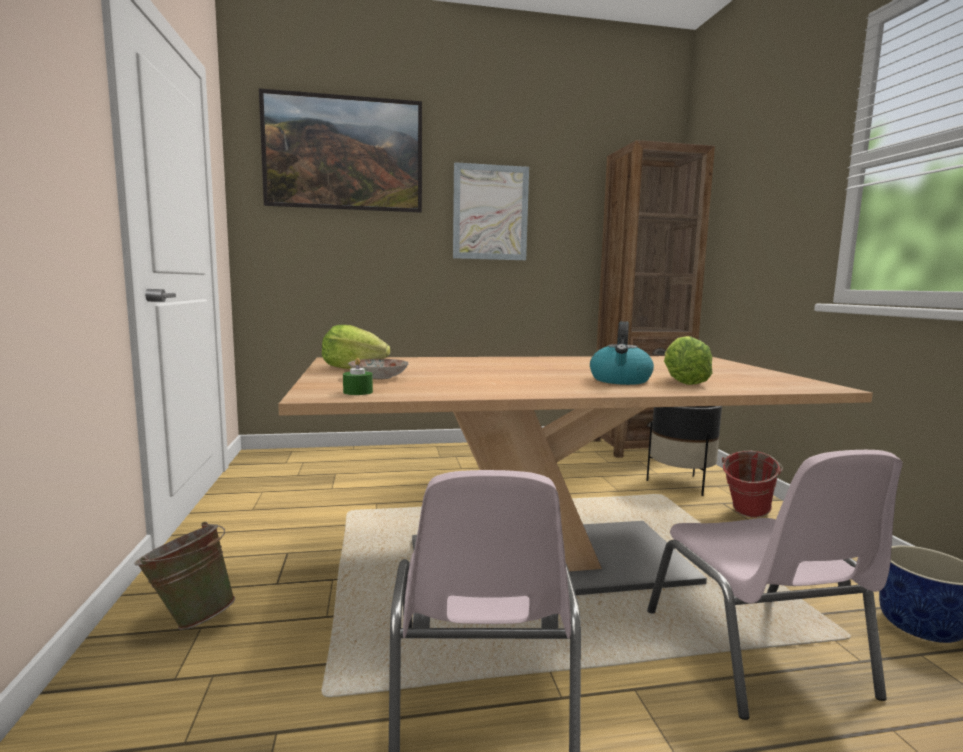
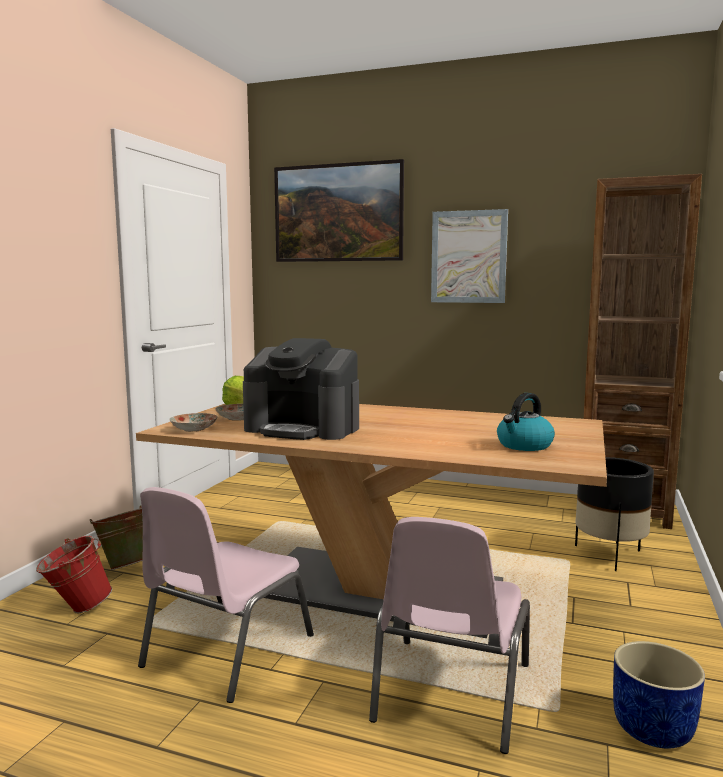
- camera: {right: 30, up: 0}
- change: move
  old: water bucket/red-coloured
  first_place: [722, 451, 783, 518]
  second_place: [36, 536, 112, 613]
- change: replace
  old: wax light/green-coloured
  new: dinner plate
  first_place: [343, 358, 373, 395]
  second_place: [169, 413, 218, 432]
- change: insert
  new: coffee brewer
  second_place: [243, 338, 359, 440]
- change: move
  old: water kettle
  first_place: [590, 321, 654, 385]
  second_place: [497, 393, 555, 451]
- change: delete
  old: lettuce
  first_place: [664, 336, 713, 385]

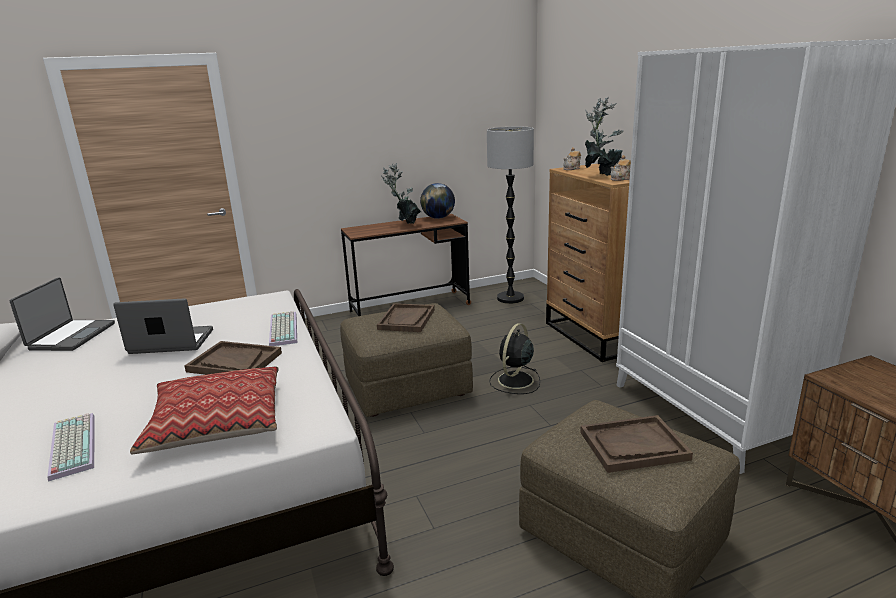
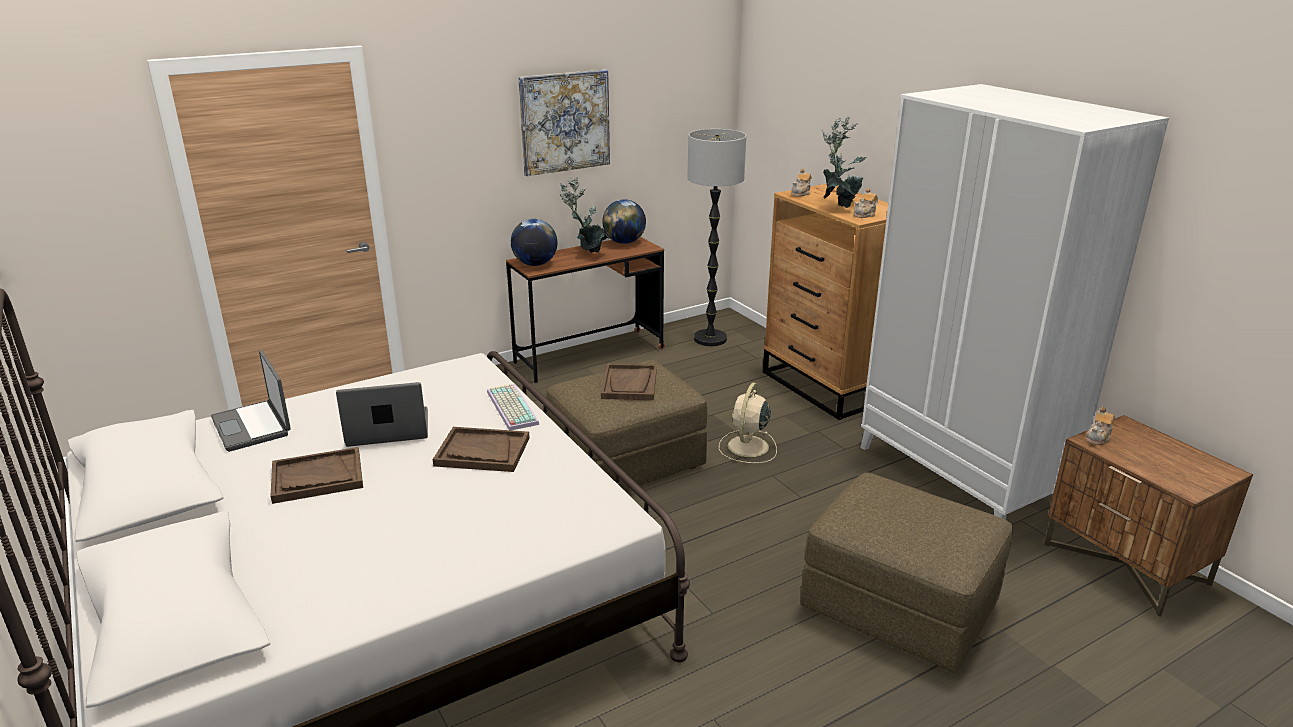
- camera: {right: -10, up: 5}
- change: rotate
  old: portable computer
  first_place: [10, 277, 115, 351]
  second_place: [211, 350, 291, 452]
  degrees: 150
- change: move
  old: tray/brown-coloured
  first_place: [580, 415, 693, 473]
  second_place: [270, 447, 363, 504]
- change: insert
  new: desk globe
  second_place: [511, 219, 557, 266]
- change: insert
  new: wall art
  second_place: [518, 69, 610, 176]
- change: recolor
  old: fan/blackish
  new: fan/beige-coloured
  first_place: [489, 323, 540, 394]
  second_place: [719, 382, 777, 463]
- change: insert
  new: teapot
  second_place: [1086, 407, 1115, 445]
- change: delete
  old: PC keyboard
  first_place: [47, 413, 95, 482]
- change: delete
  old: throw pillow
  first_place: [130, 367, 279, 454]

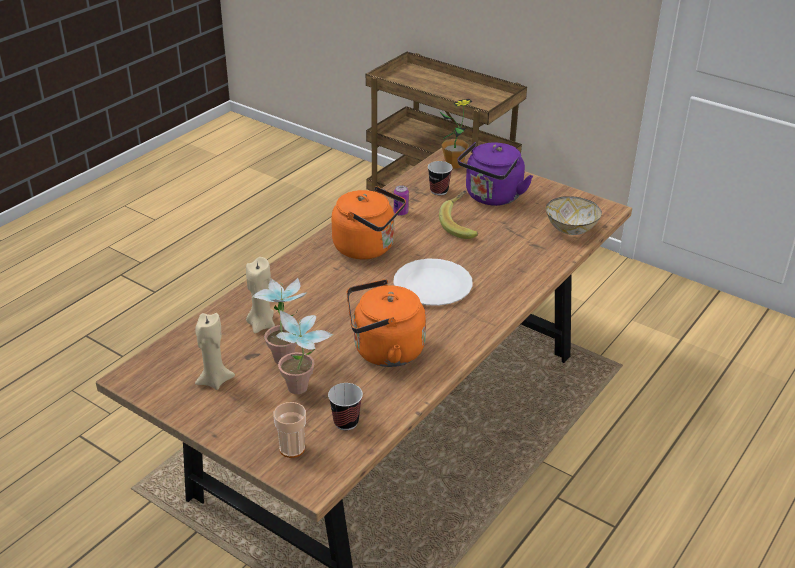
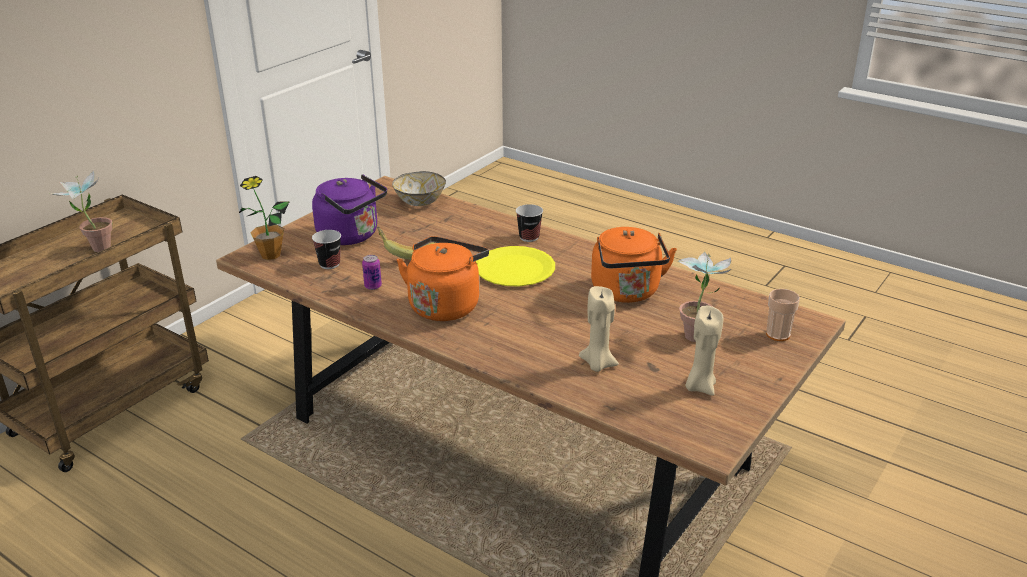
- camera: {right: -90, up: -5}
- change: move
  old: plant in a pot
  first_place: [252, 278, 307, 364]
  second_place: [50, 171, 113, 252]
- change: recolor
  old: dinner plate/white
  new: dinner plate/yellow
  first_place: [393, 259, 472, 306]
  second_place: [476, 246, 555, 286]
- change: move
  old: cup
  first_place: [328, 383, 363, 430]
  second_place: [516, 204, 543, 242]

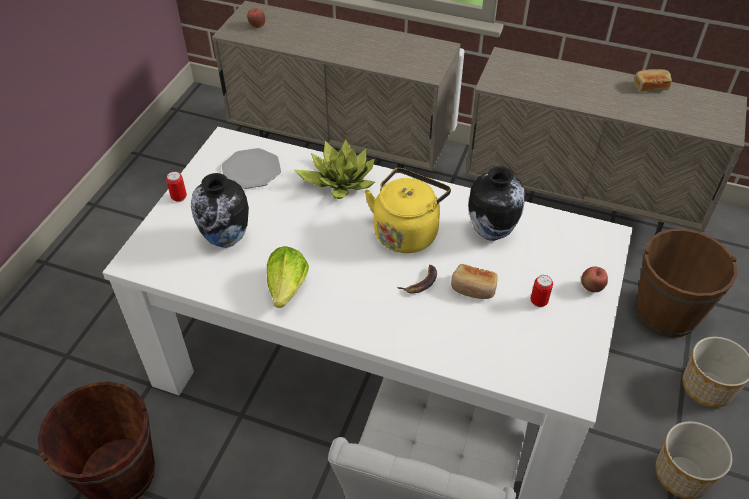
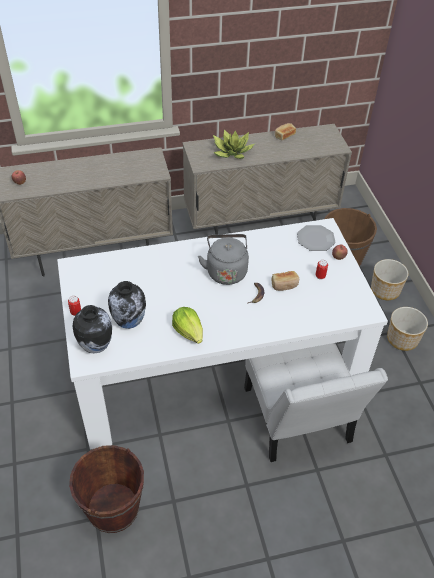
- camera: {right: -35, up: 0}
- change: move
  old: flower vase
  first_place: [468, 166, 525, 241]
  second_place: [73, 305, 112, 353]
- change: recolor
  old: water kettle/yellow
  new: water kettle/greyish
  first_place: [365, 168, 451, 253]
  second_place: [198, 234, 249, 285]
- change: move
  old: plant in a pot
  first_place: [294, 139, 375, 199]
  second_place: [213, 129, 255, 159]
- change: move
  old: dinner plate
  first_place: [222, 148, 281, 189]
  second_place: [297, 225, 336, 251]

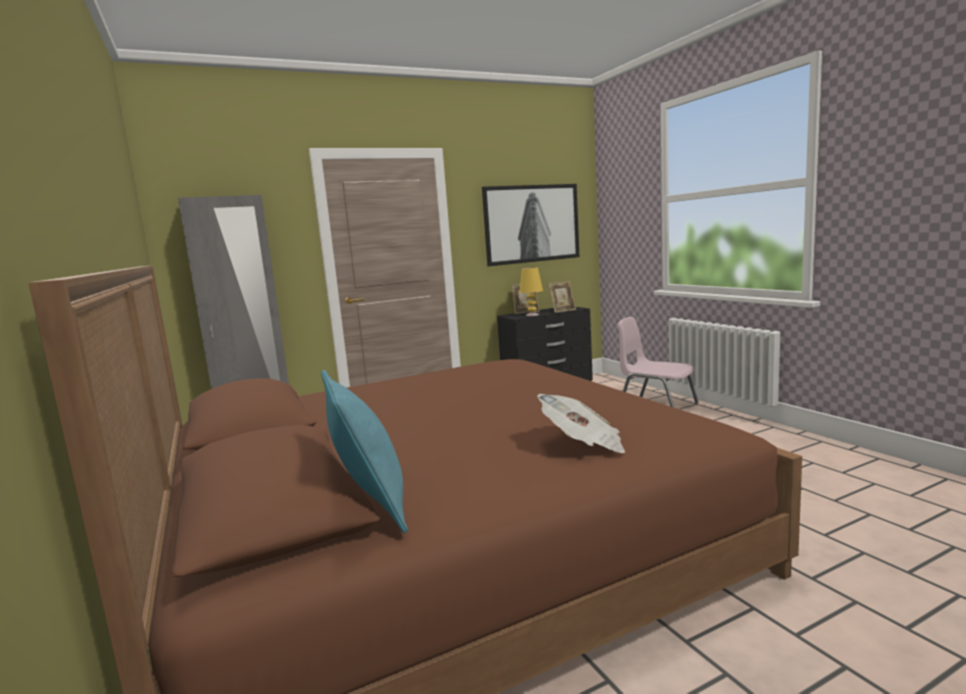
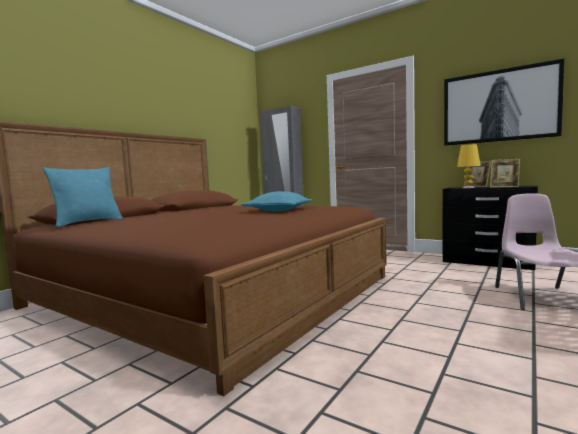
- camera: {right: 60, up: -5}
- change: insert
  new: throw pillow/turquoise-coloured
  second_place: [241, 191, 313, 212]
- change: delete
  old: daily paper
  first_place: [537, 394, 625, 453]

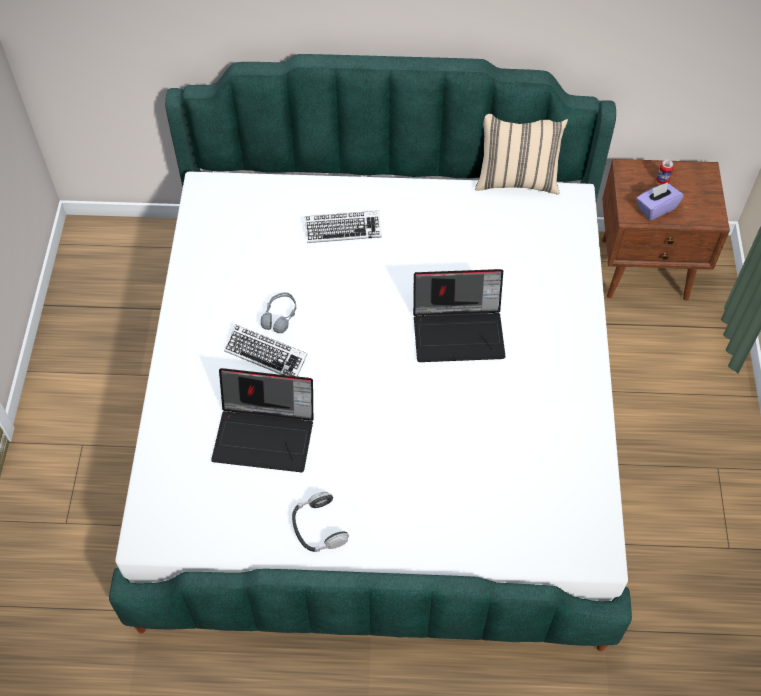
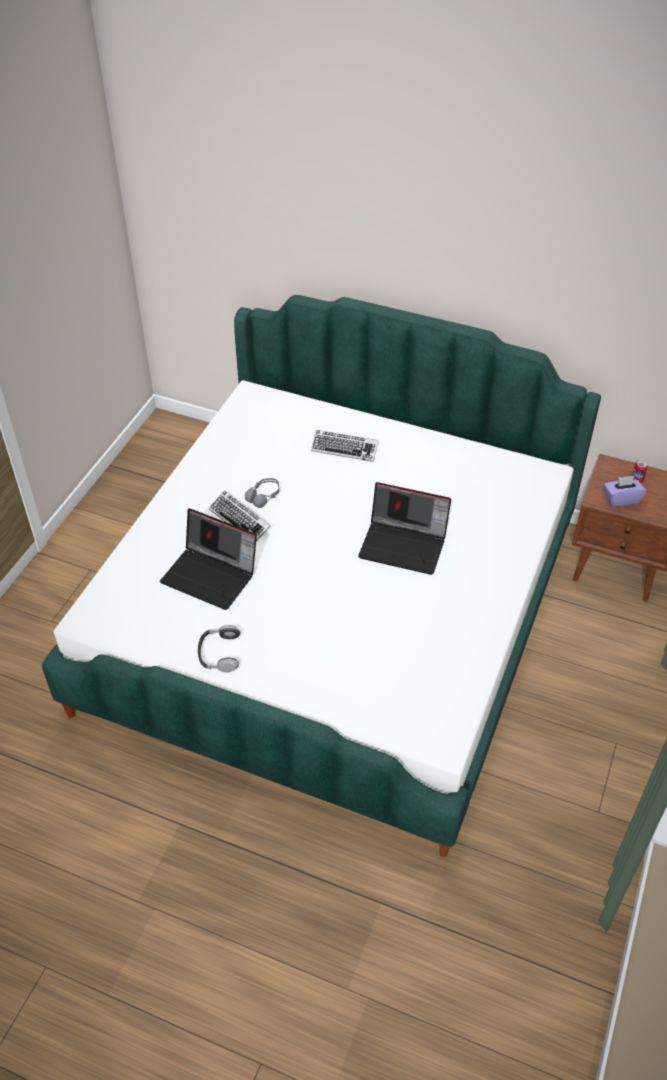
- camera: {right: 20, up: -10}
- change: delete
  old: throw pillow/beige-coloured
  first_place: [475, 113, 568, 194]

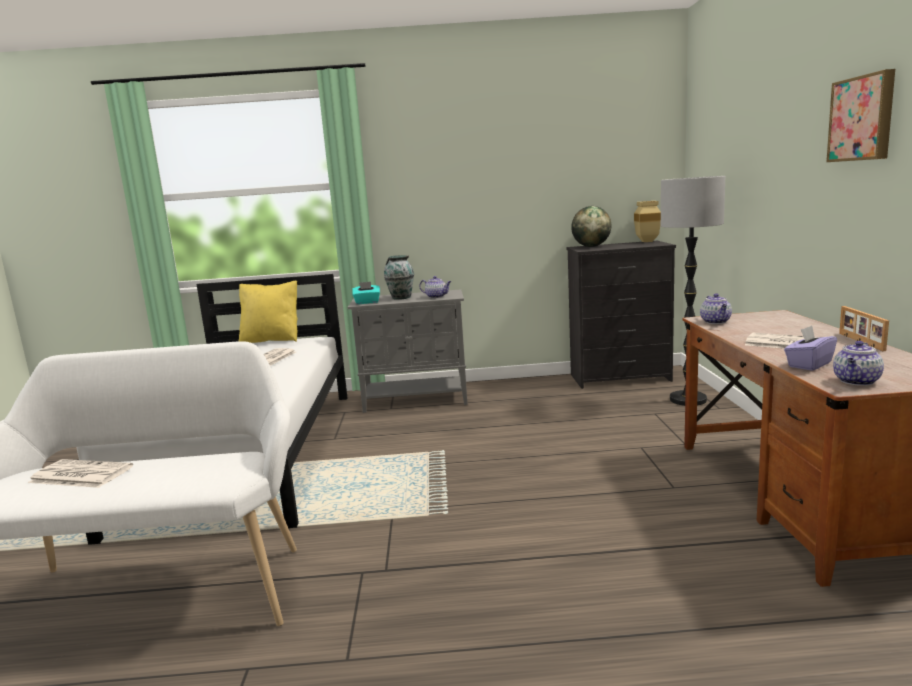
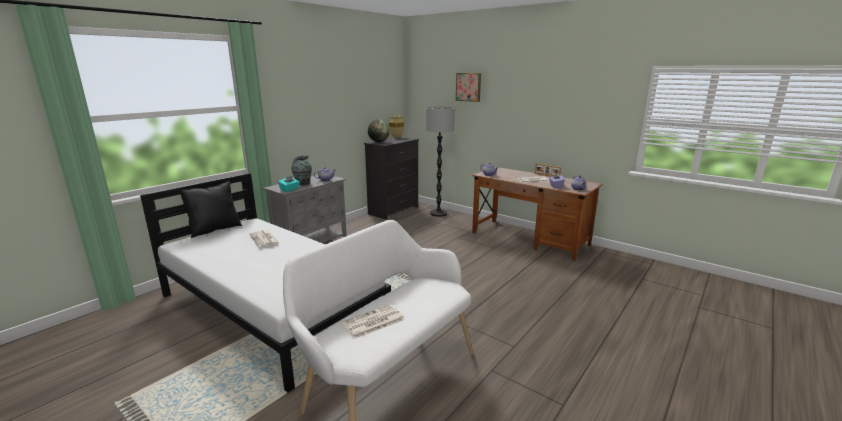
- camera: {right: -50, up: 5}
- change: recolor
  old: throw pillow/yellow
  new: throw pillow/blackish
  first_place: [239, 281, 297, 343]
  second_place: [180, 181, 242, 238]
- change: move
  old: wall art
  first_place: [826, 69, 895, 162]
  second_place: [456, 73, 481, 102]

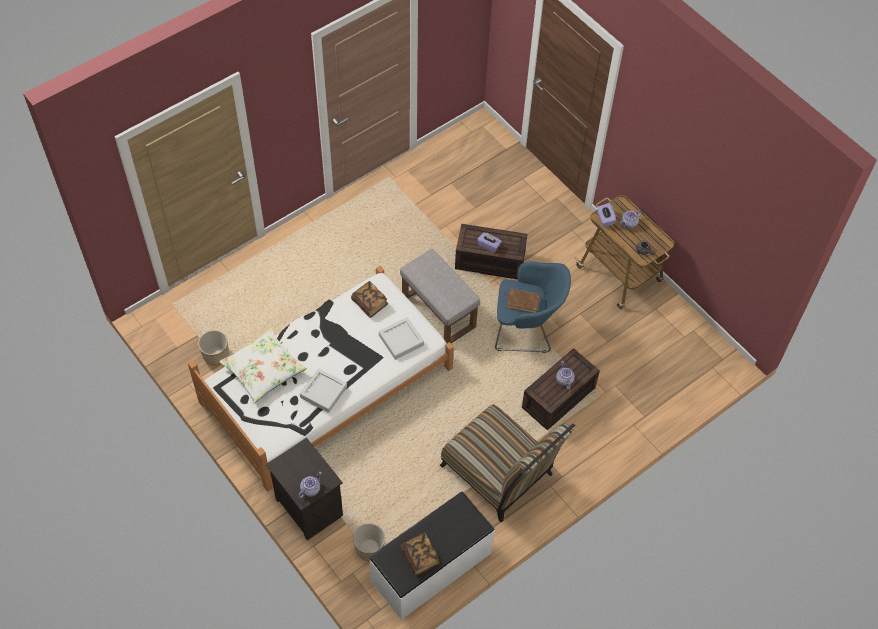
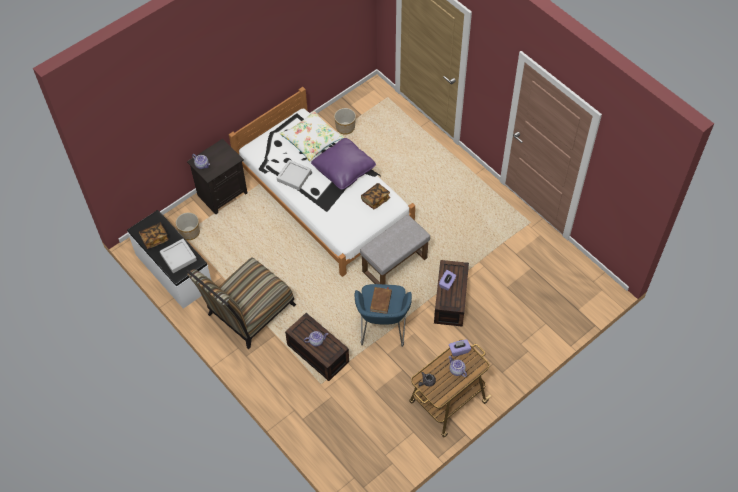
- camera: {right: 90, up: 0}
- change: move
  old: tray/greyish
  first_place: [379, 317, 424, 360]
  second_place: [160, 239, 197, 273]
- change: insert
  new: throw pillow/purple
  second_place: [311, 138, 376, 190]

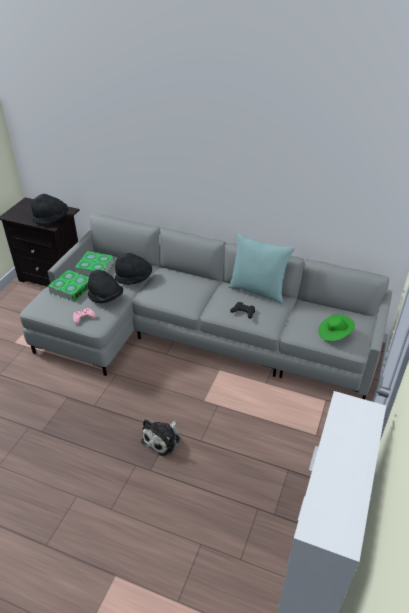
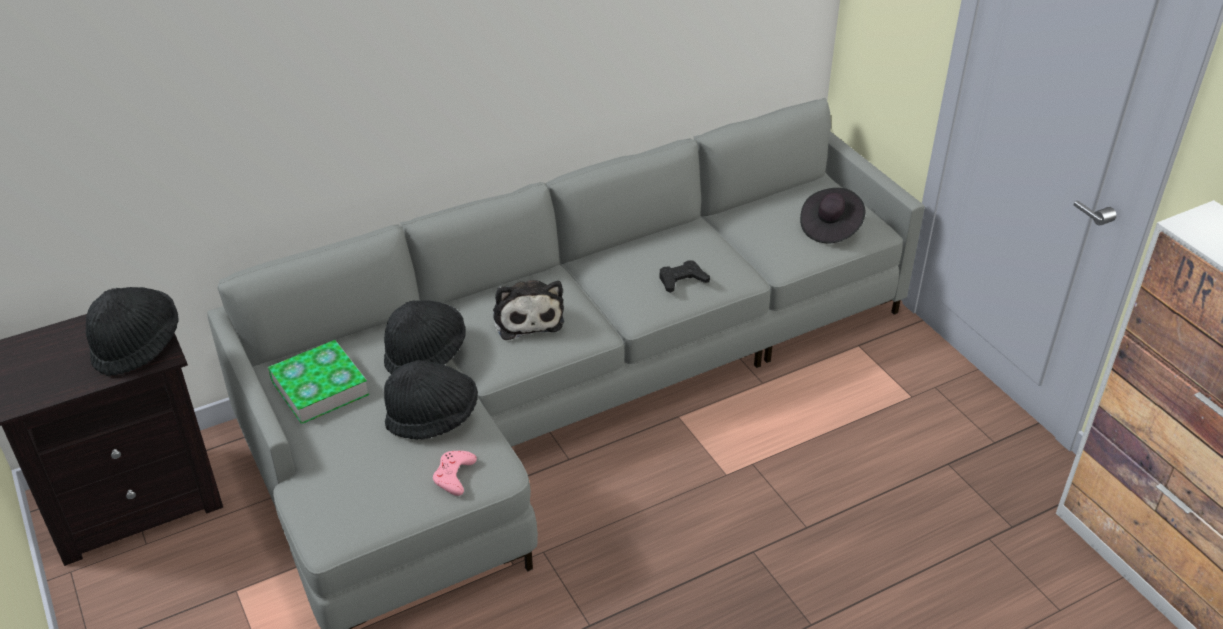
- camera: {right: -50, up: 0}
- change: move
  old: plush toy
  first_place: [141, 419, 180, 456]
  second_place: [493, 280, 564, 340]
- change: recolor
  old: hat/green-coloured
  new: hat/blackish
  first_place: [318, 314, 355, 342]
  second_place: [800, 188, 865, 243]
- change: delete
  old: volume
  first_place: [48, 270, 89, 302]
- change: delete
  old: throw pillow/turquoise-coloured
  first_place: [228, 233, 295, 304]

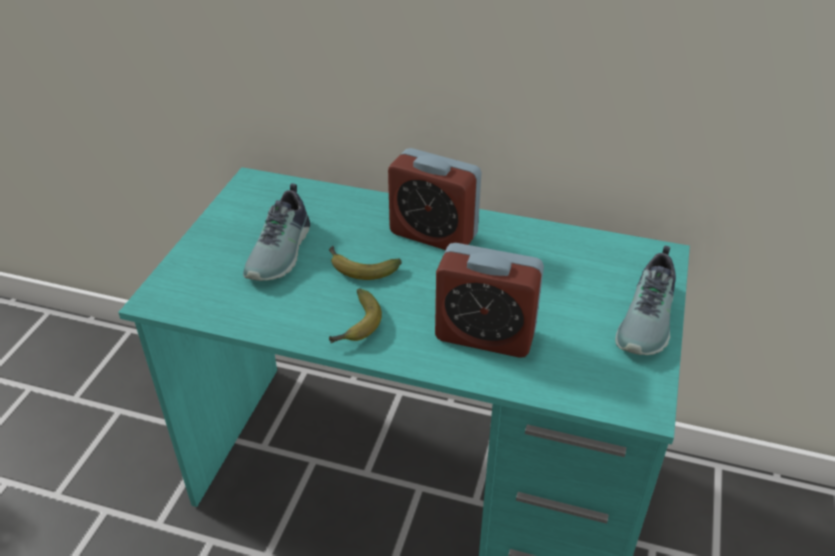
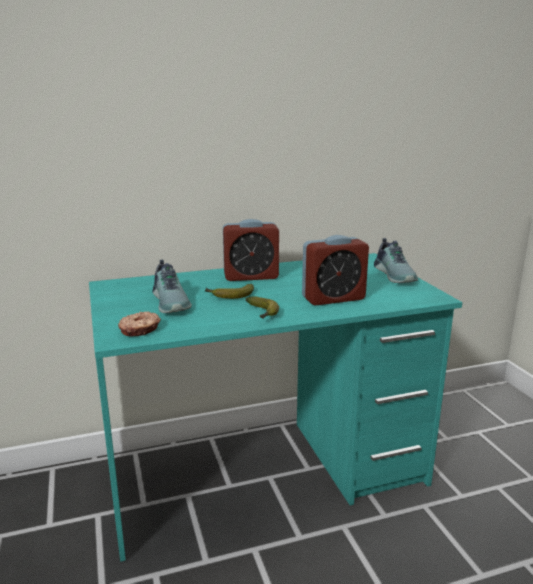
- camera: {right: -35, up: -20}
- change: insert
  new: ring doughnut
  second_place: [118, 312, 161, 337]

